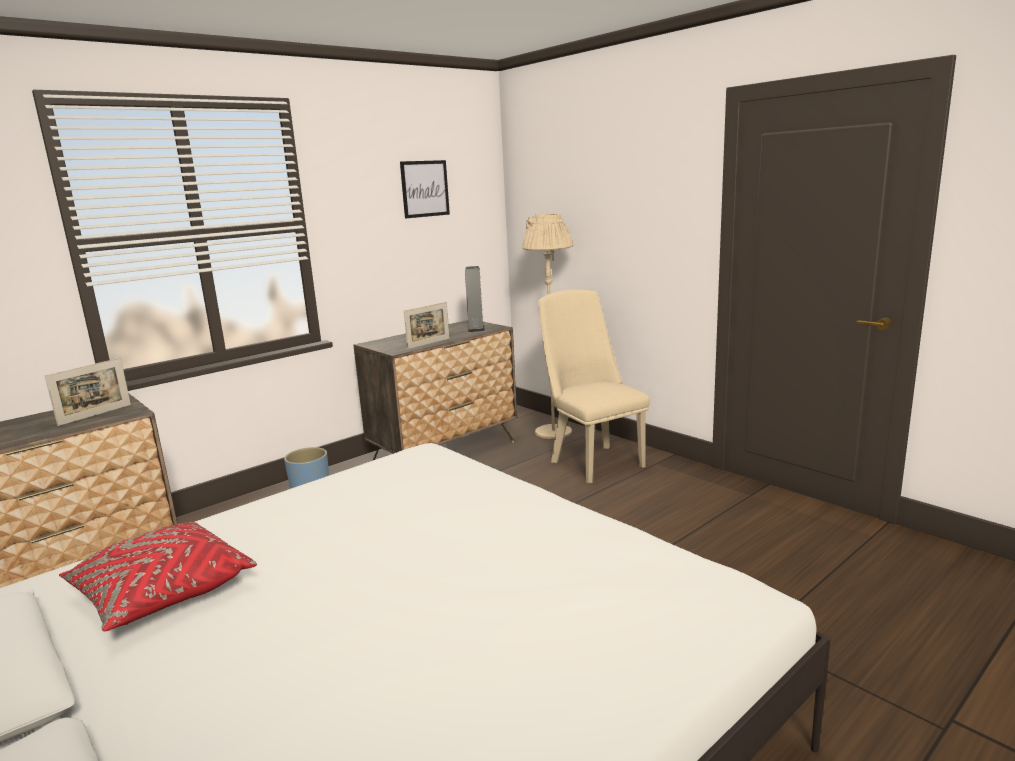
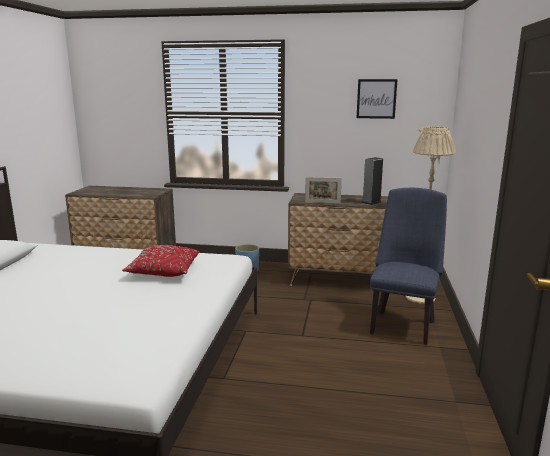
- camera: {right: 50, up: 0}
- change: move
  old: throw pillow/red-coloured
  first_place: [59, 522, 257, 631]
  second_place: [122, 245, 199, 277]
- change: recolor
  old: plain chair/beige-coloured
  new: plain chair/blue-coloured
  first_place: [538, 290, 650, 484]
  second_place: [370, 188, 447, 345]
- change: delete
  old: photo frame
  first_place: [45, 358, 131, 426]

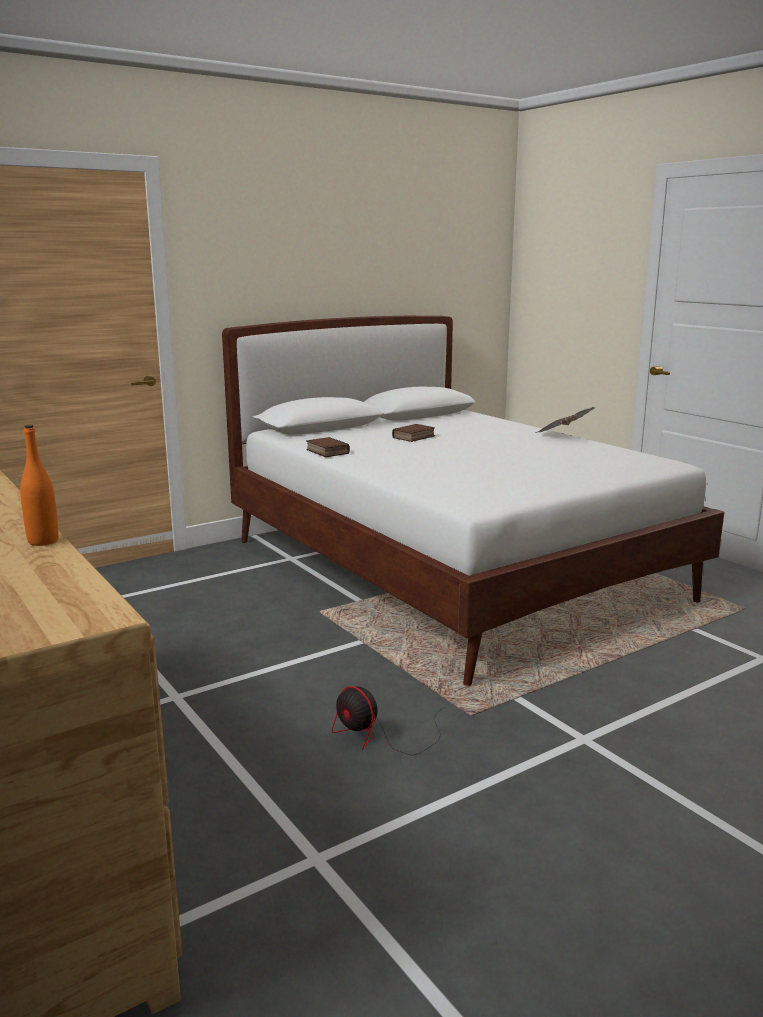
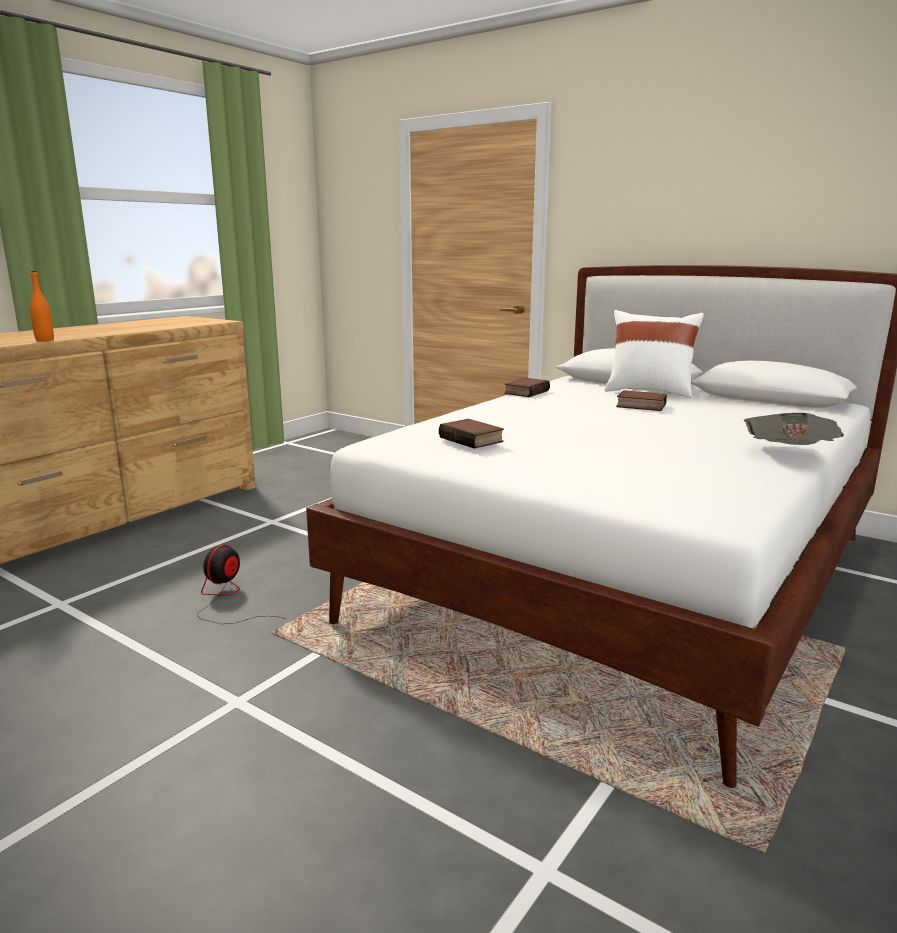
- camera: {right: 70, up: 0}
- change: insert
  new: volume
  second_place: [439, 419, 504, 449]
- change: insert
  new: throw pillow/white
  second_place: [605, 310, 704, 398]

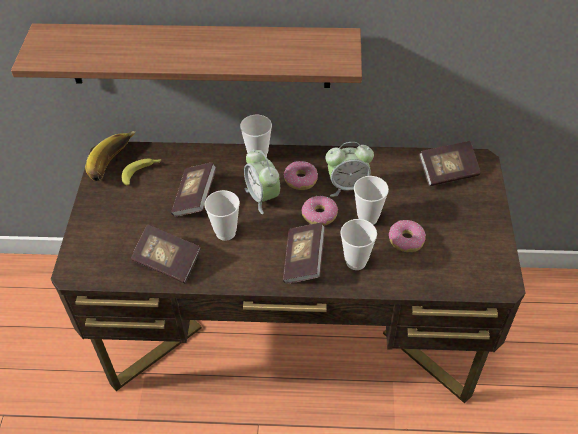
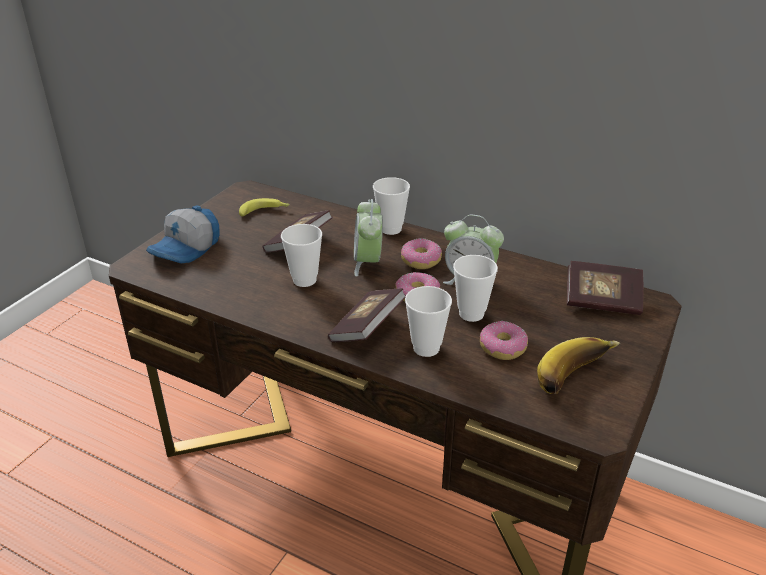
- camera: {right: 25, up: -15}
- change: insert
  new: cap
  second_place: [146, 206, 219, 264]
- change: move
  old: banana
  first_place: [85, 131, 136, 181]
  second_place: [537, 337, 620, 394]
- change: delete
  old: wall shelf
  first_place: [11, 24, 362, 88]
- change: delete
  old: volume
  first_place: [131, 224, 201, 283]

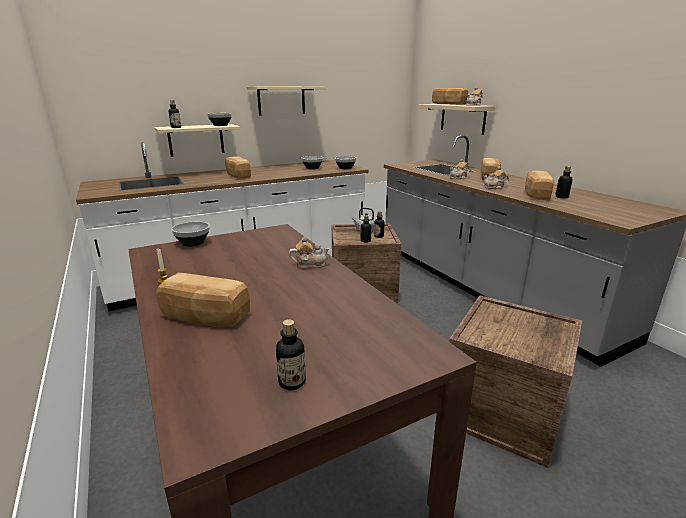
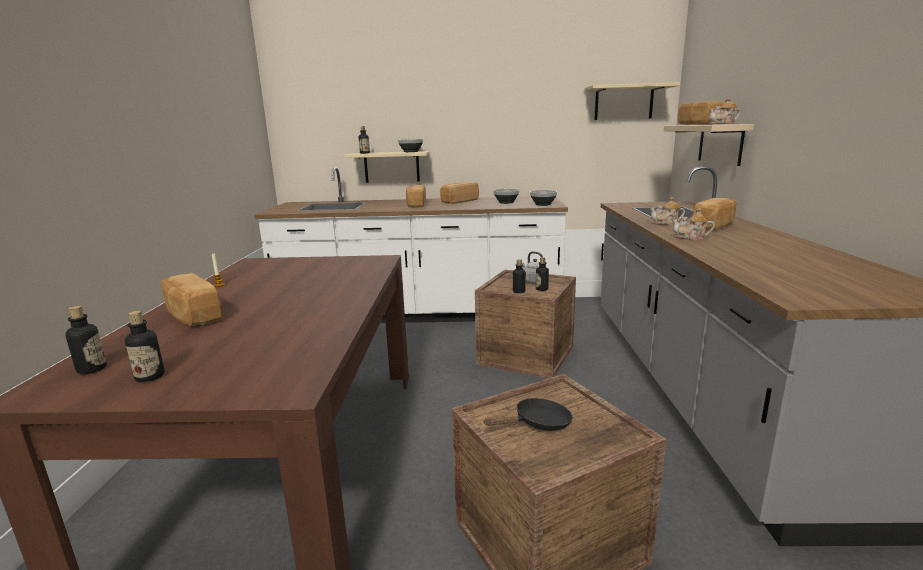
- camera: {right: 30, up: -5}
- change: move
  old: beverage bottle
  first_place: [556, 166, 572, 199]
  second_place: [65, 306, 107, 374]
- change: move
  old: bakery bread
  first_place: [525, 171, 554, 200]
  second_place: [440, 182, 479, 204]
- change: insert
  new: frying pan/blackish
  second_place: [483, 398, 573, 431]
- change: move
  old: wall shelf/beige-coloured
  first_place: [247, 86, 326, 115]
  second_place: [584, 82, 680, 120]
- change: delete
  old: deep dish
  first_place: [171, 222, 210, 247]
- change: delete
  old: teapot
  first_place: [289, 237, 330, 269]

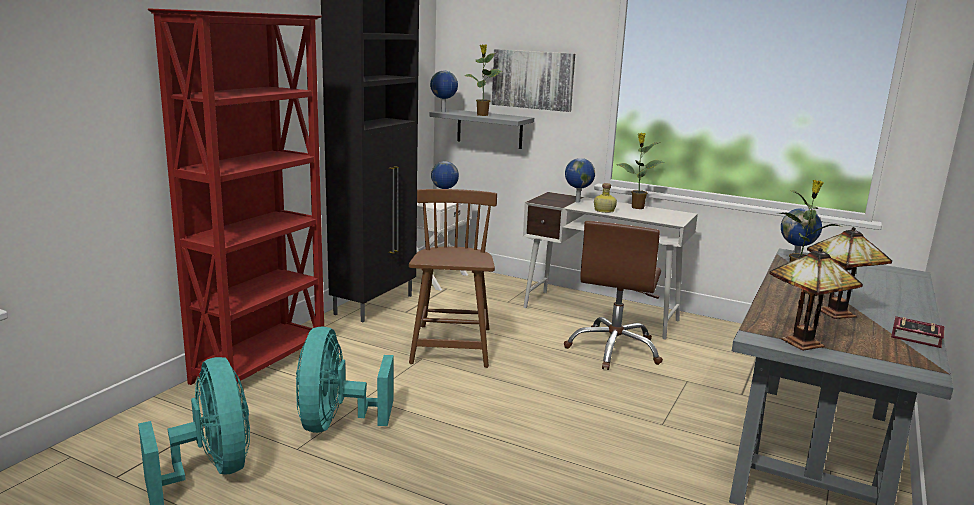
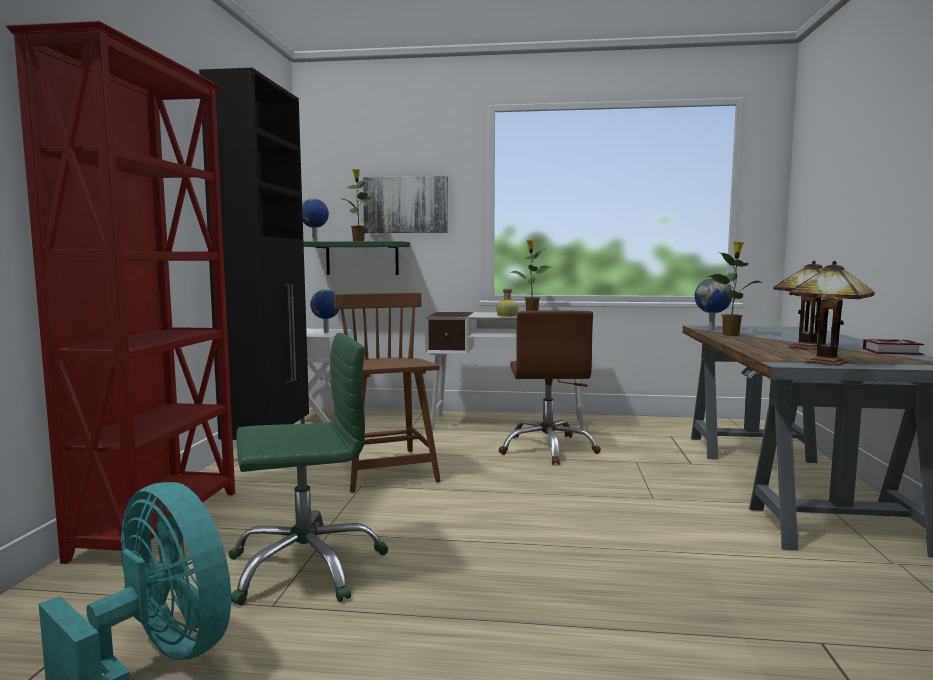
- camera: {right: -20, up: -10}
- change: replace
  old: fan/turquoise-coloured
  new: office chair/green-coloured
  first_place: [296, 326, 393, 433]
  second_place: [228, 333, 388, 605]
- change: recolor
  old: wall shelf/greyish
  new: wall shelf/green-coloured
  first_place: [429, 109, 534, 149]
  second_place: [304, 241, 410, 275]
- change: delete
  old: desk globe
  first_place: [565, 158, 595, 203]

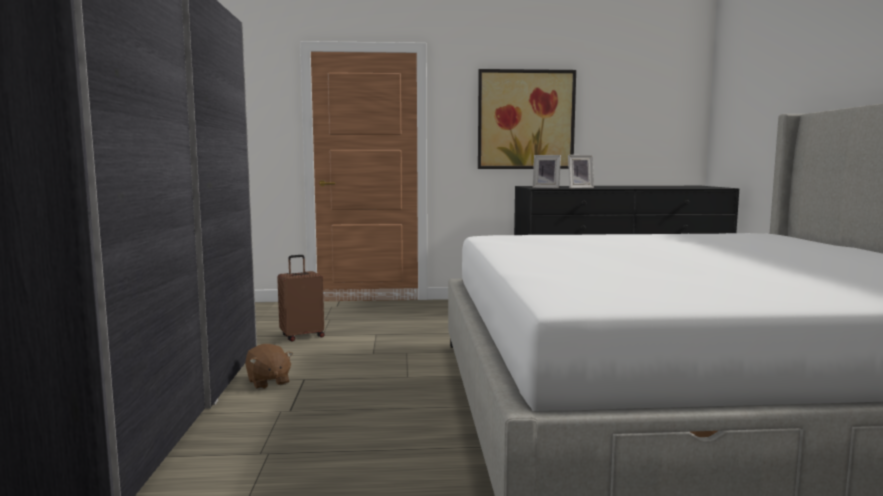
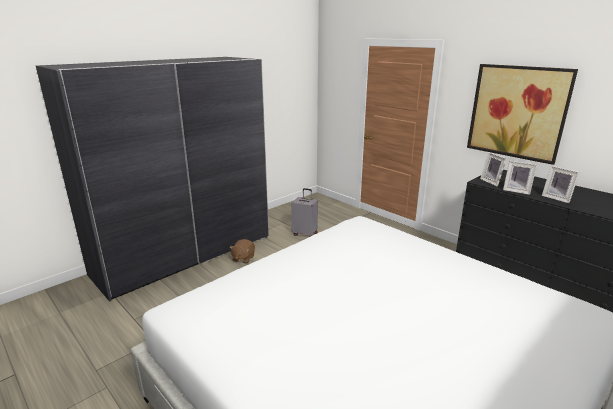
- camera: {right: 50, up: 15}
- change: recolor
  old: travel case/brown-coloured
  new: travel case/greyish
  first_place: [277, 255, 325, 342]
  second_place: [291, 188, 318, 237]
- change: insert
  new: photo frame
  second_place: [542, 166, 580, 203]

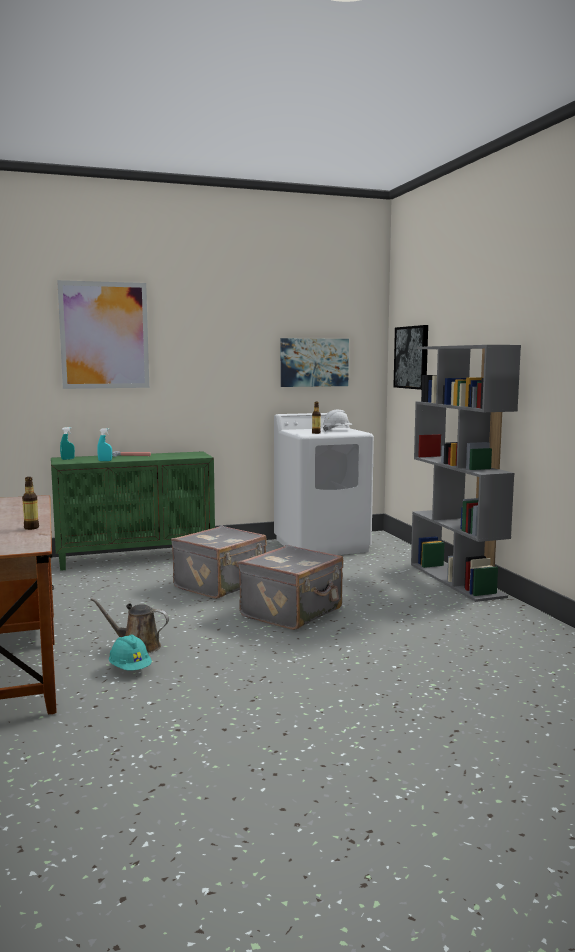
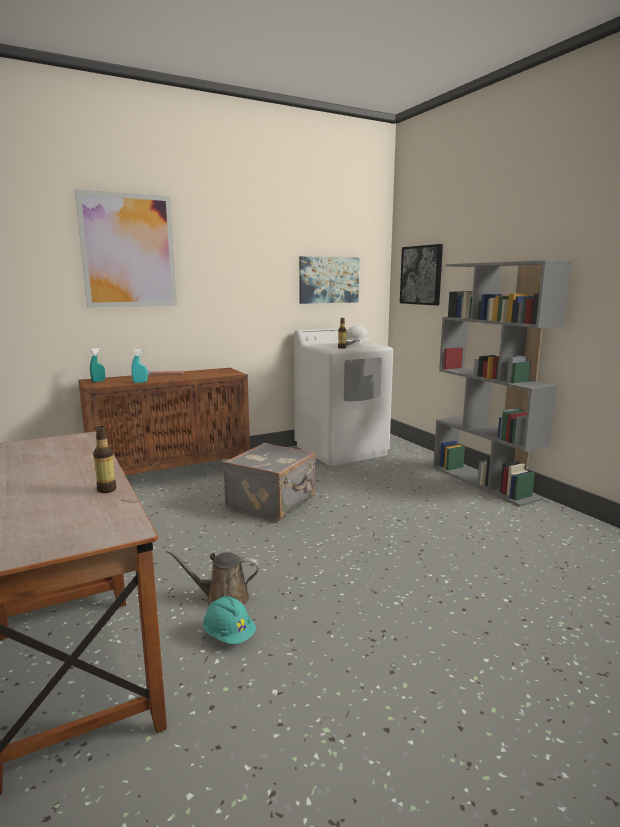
- camera: {right: -10, up: 5}
- change: recolor
  old: cupboard/green-coloured
  new: cupboard/brown-coloured
  first_place: [51, 451, 215, 571]
  second_place: [78, 368, 250, 475]
- change: delete
  old: travel case/greyish
  first_place: [238, 545, 343, 630]

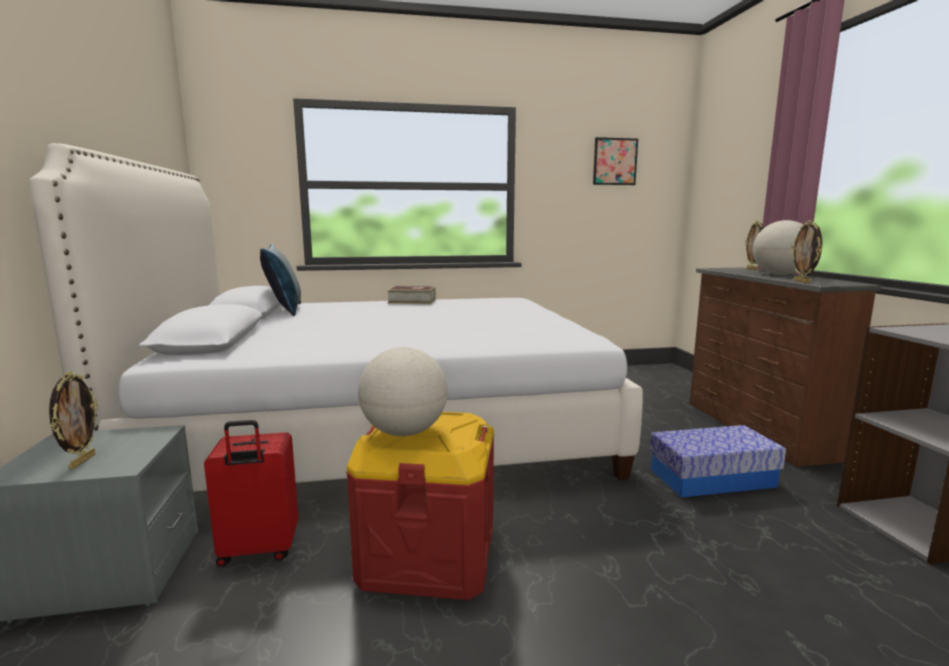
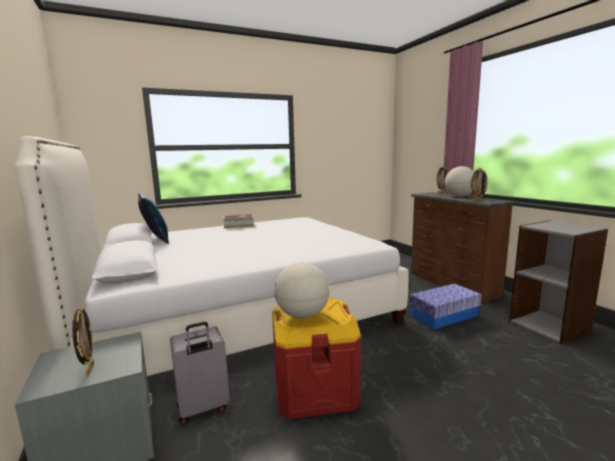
- camera: {right: -15, up: 0}
- change: recolor
  old: travel case/red-coloured
  new: travel case/greyish
  first_place: [204, 420, 298, 567]
  second_place: [170, 322, 230, 425]
- change: delete
  old: wall art
  first_place: [593, 137, 638, 185]

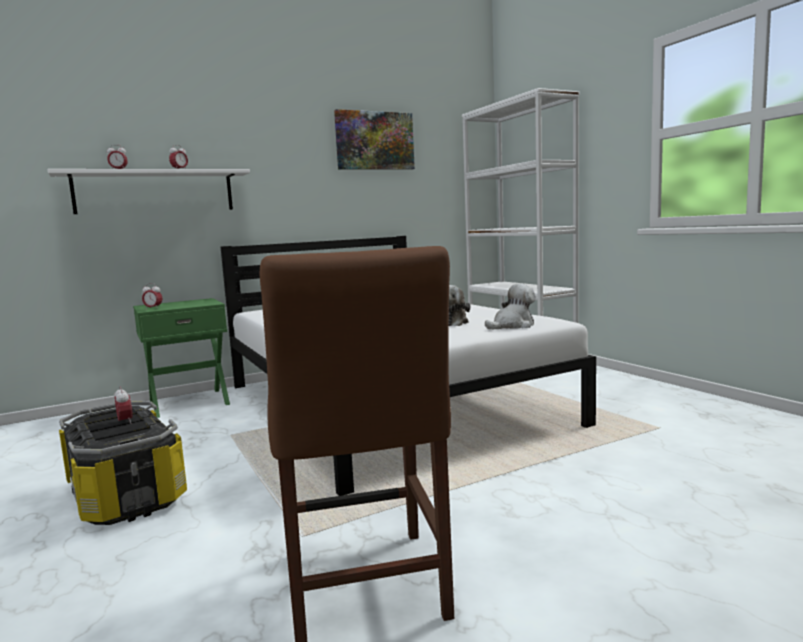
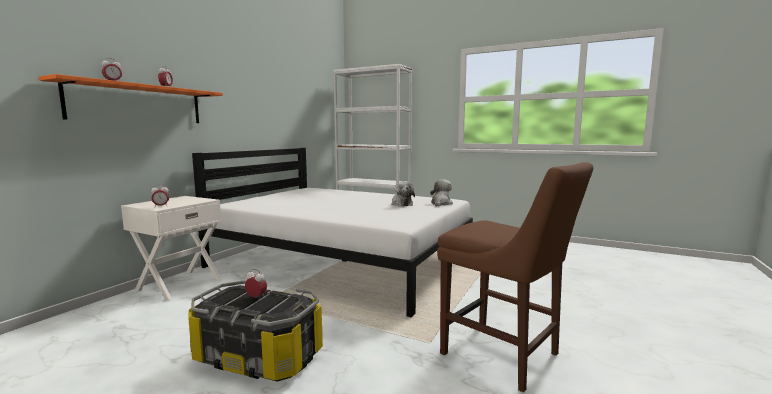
- camera: {right: -35, up: 0}
- change: recolor
  old: wall shelf/white
  new: wall shelf/orange
  first_place: [47, 169, 250, 214]
  second_place: [39, 74, 223, 123]
- change: recolor
  old: bedside table/green-coloured
  new: bedside table/white
  first_place: [133, 298, 230, 418]
  second_place: [121, 196, 222, 301]
- change: delete
  old: wall art
  first_place: [334, 109, 415, 170]

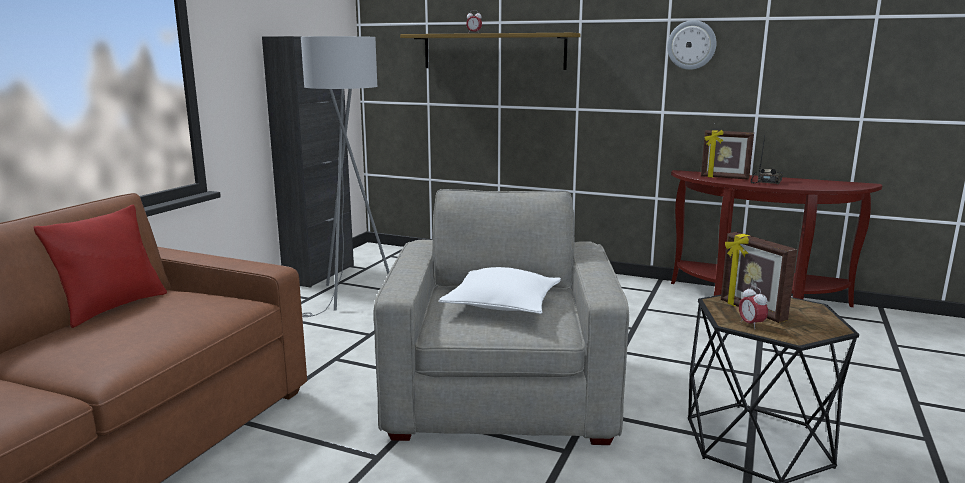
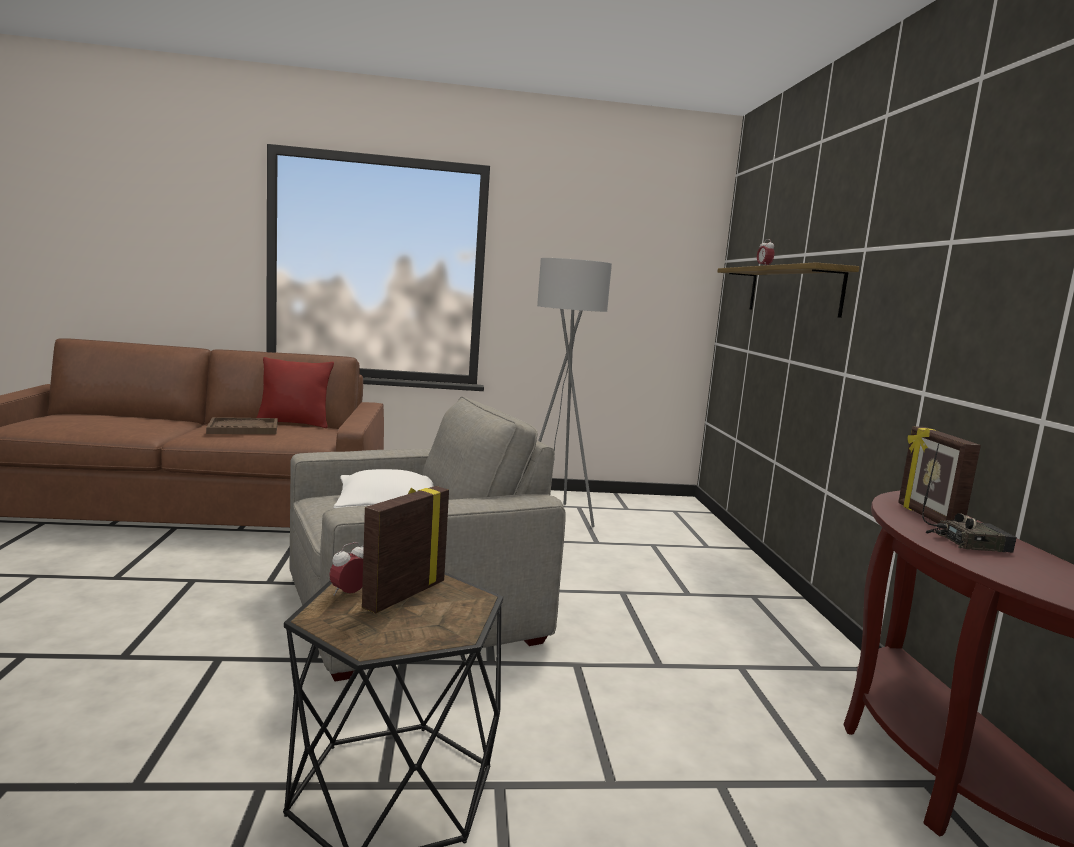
- camera: {right: 60, up: -5}
- change: insert
  new: tray/brown-coloured
  second_place: [206, 417, 278, 434]
- change: delete
  old: cupboard/blackish
  first_place: [262, 36, 354, 288]
- change: delete
  old: wall clock
  first_place: [667, 20, 716, 70]

